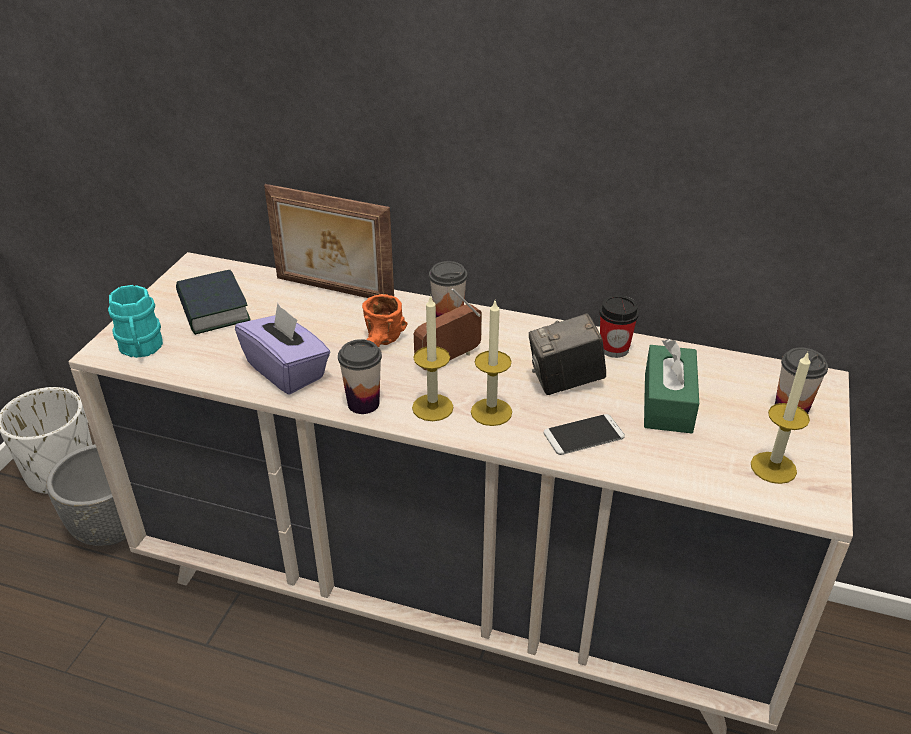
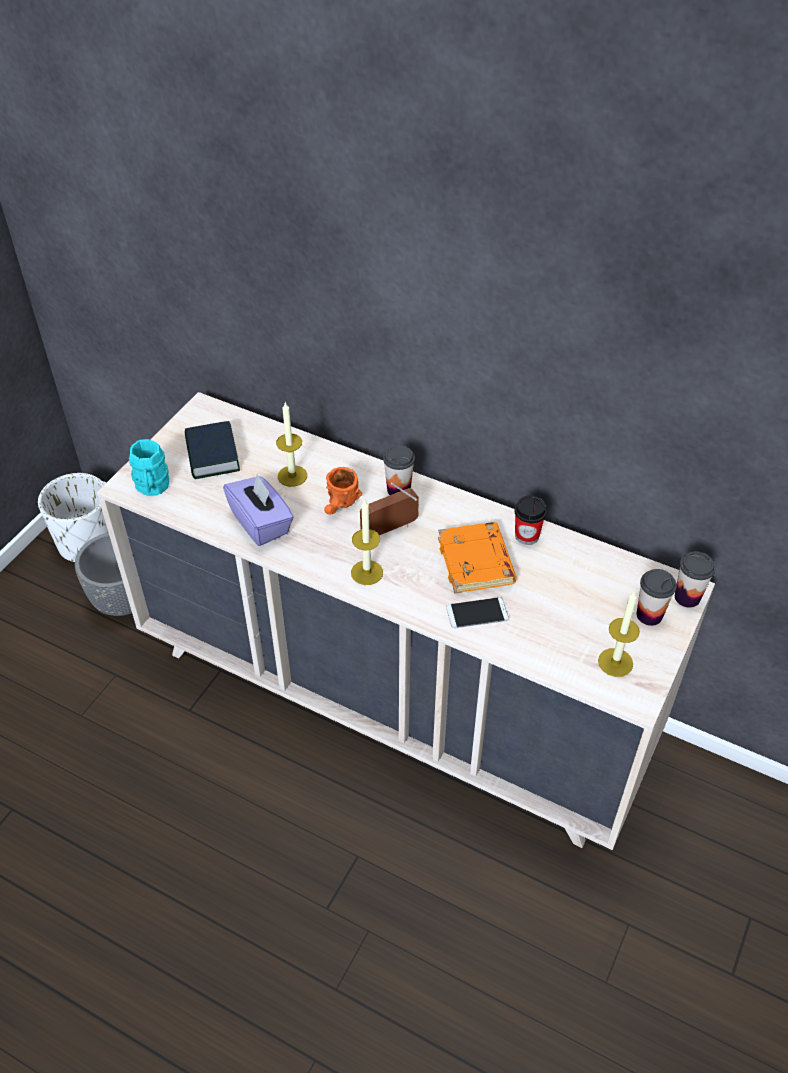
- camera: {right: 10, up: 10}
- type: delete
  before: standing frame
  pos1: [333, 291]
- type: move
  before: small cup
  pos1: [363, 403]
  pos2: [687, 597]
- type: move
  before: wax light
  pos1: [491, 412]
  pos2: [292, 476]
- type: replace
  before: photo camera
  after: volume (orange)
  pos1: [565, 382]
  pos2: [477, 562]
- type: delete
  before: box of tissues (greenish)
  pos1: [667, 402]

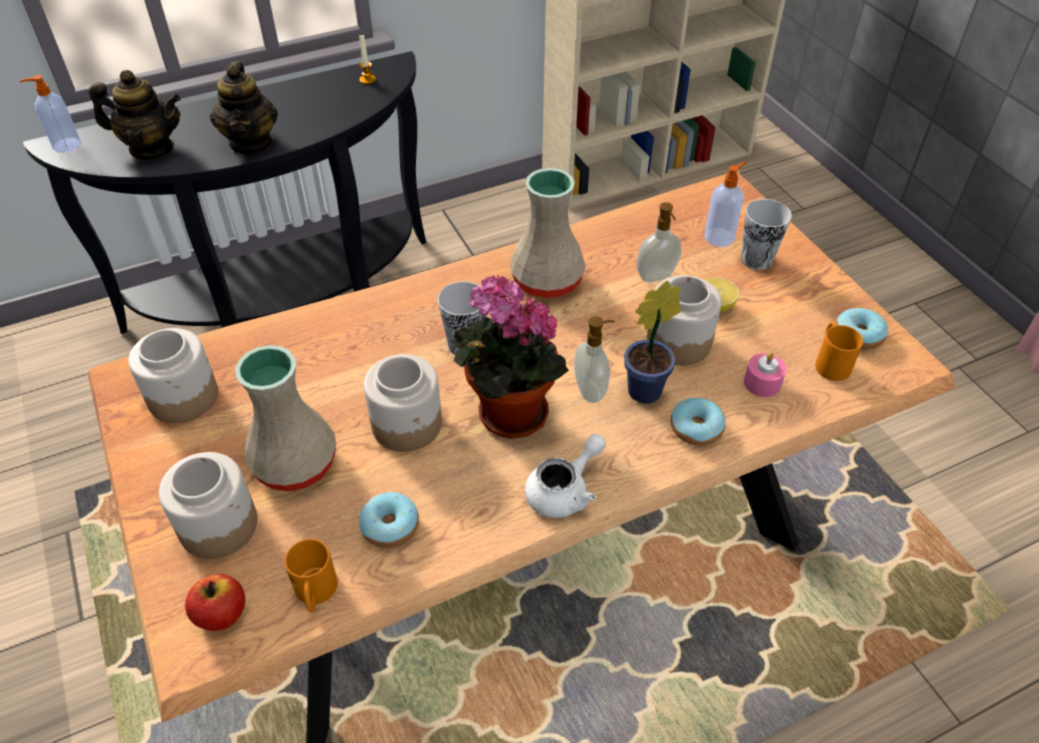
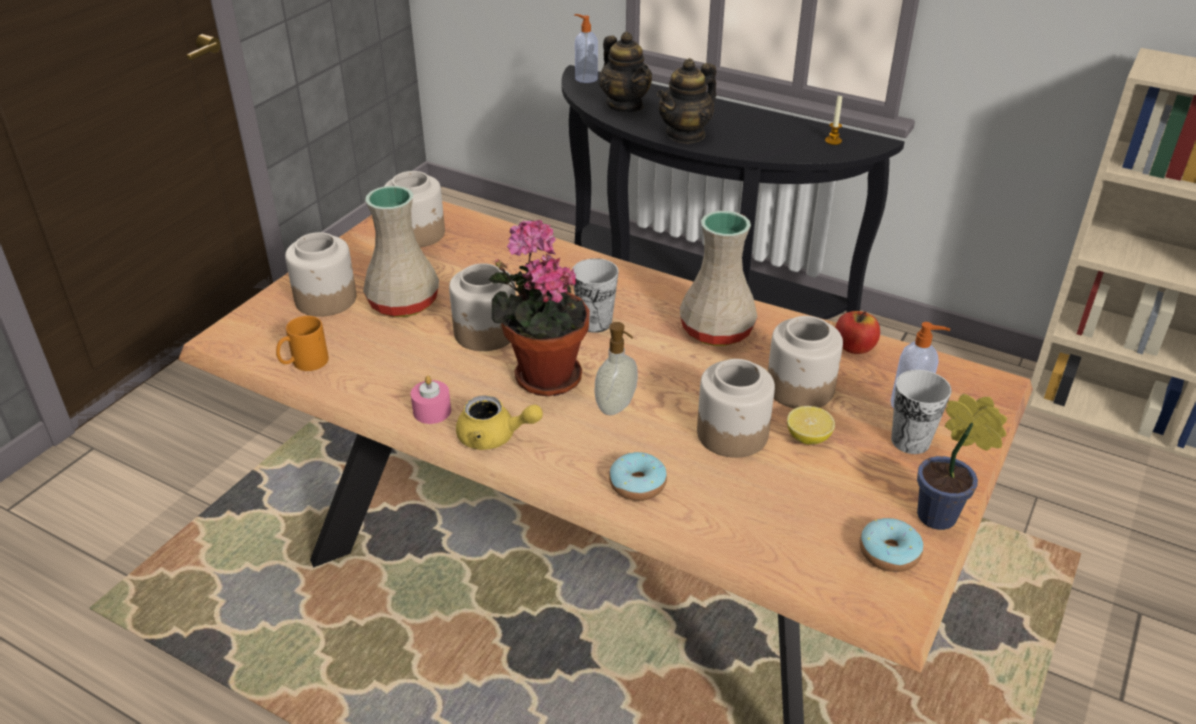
- camera: {right: 55, up: -10}
- type: move
  before: apple
  pos1: [221, 614]
  pos2: [854, 347]
- type: delete
  before: ring doughnut
  pos1: [390, 526]
- type: recolor
  before: pot for tea (whitish)
  after: pot for tea (yellowish)
  pos1: [564, 491]
  pos2: [494, 437]
- type: move
  before: plant in a pot
  pos1: [648, 389]
  pos2: [942, 518]
- type: replace
  before: soap bottle
  after: jar
  pos1: [656, 277]
  pos2: [801, 388]
- type: move
  before: wax light (pink)
  pos1: [762, 383]
  pos2: [432, 411]
- type: delete
  before: mug (orange)
  pos1: [830, 362]

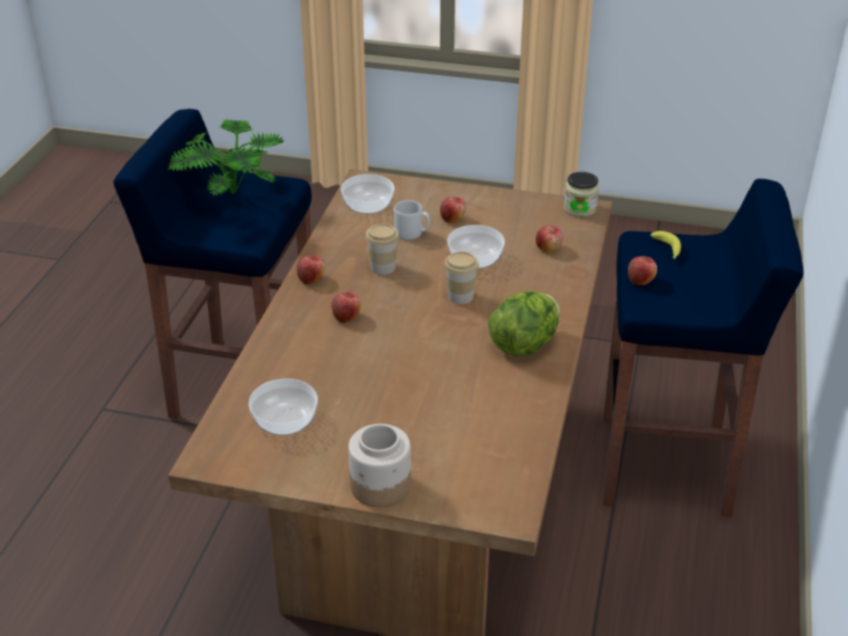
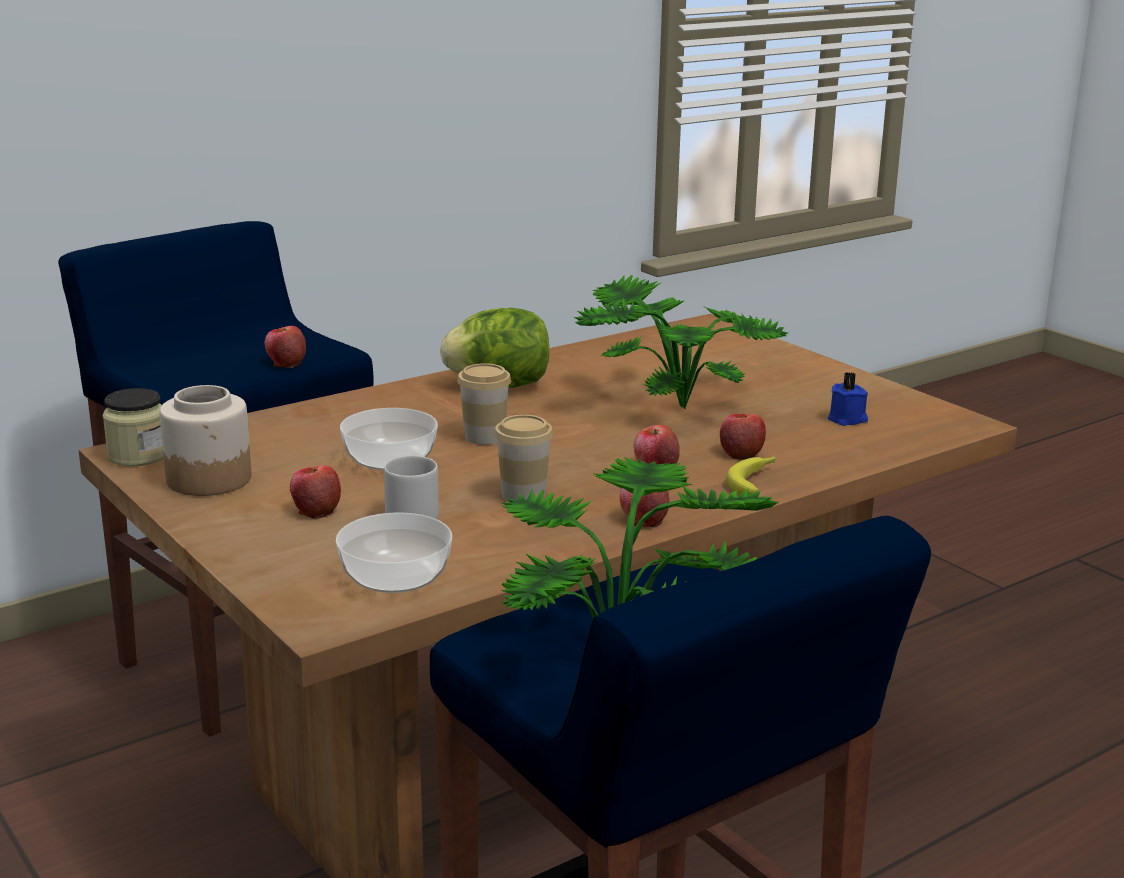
- camera: {right: -140, up: -15}
- type: replace
  before: bowl
  after: wax light (bluish)
  pos1: [284, 421]
  pos2: [848, 419]
- type: move
  before: jar
  pos1: [380, 486]
  pos2: [210, 479]
- type: move
  before: apple
  pos1: [548, 248]
  pos2: [741, 453]
- type: move
  before: banana
  pos1: [667, 250]
  pos2: [755, 481]
- type: insert
  after: plant in a pot
  pos2: [673, 404]

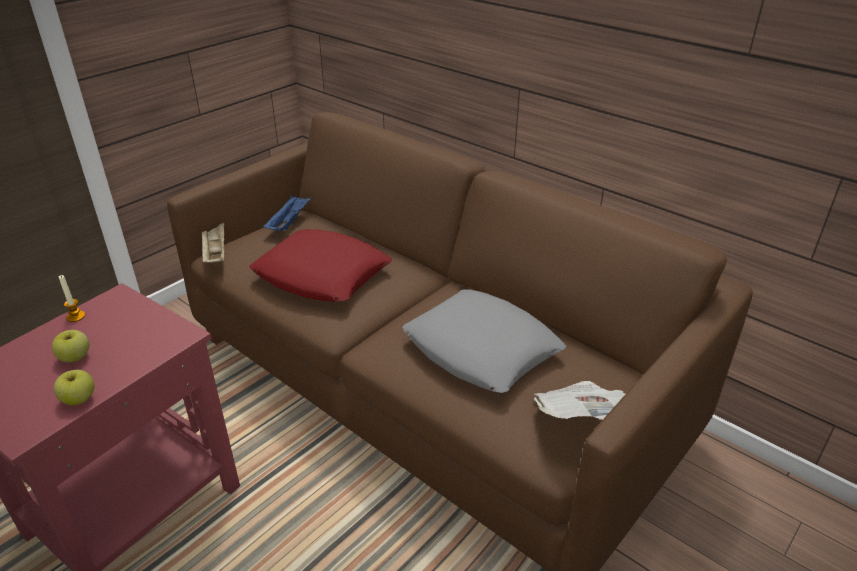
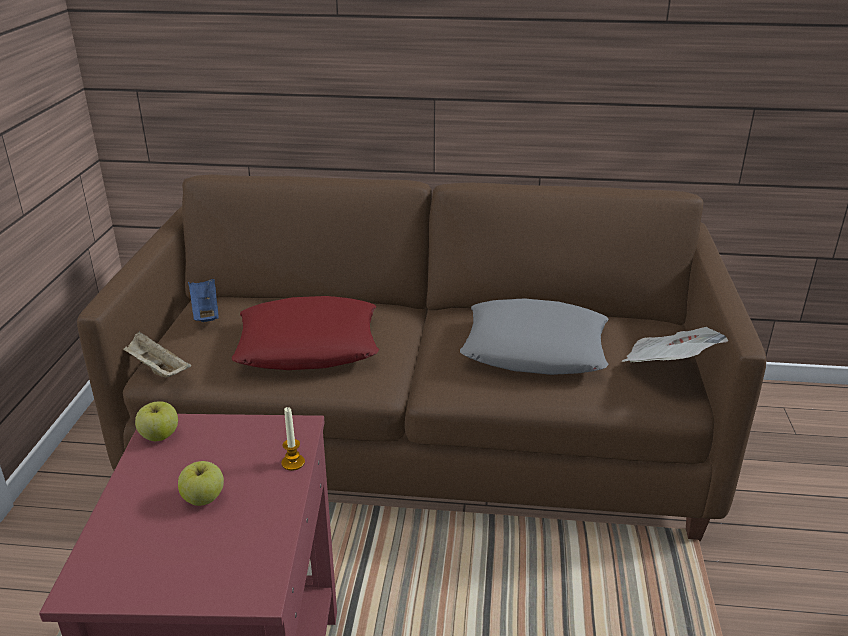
- camera: {right: -35, up: -5}
- type: move
  before: apple
  pos1: [79, 399]
  pos2: [159, 435]
- type: move
  before: wax light
  pos1: [76, 316]
  pos2: [293, 463]

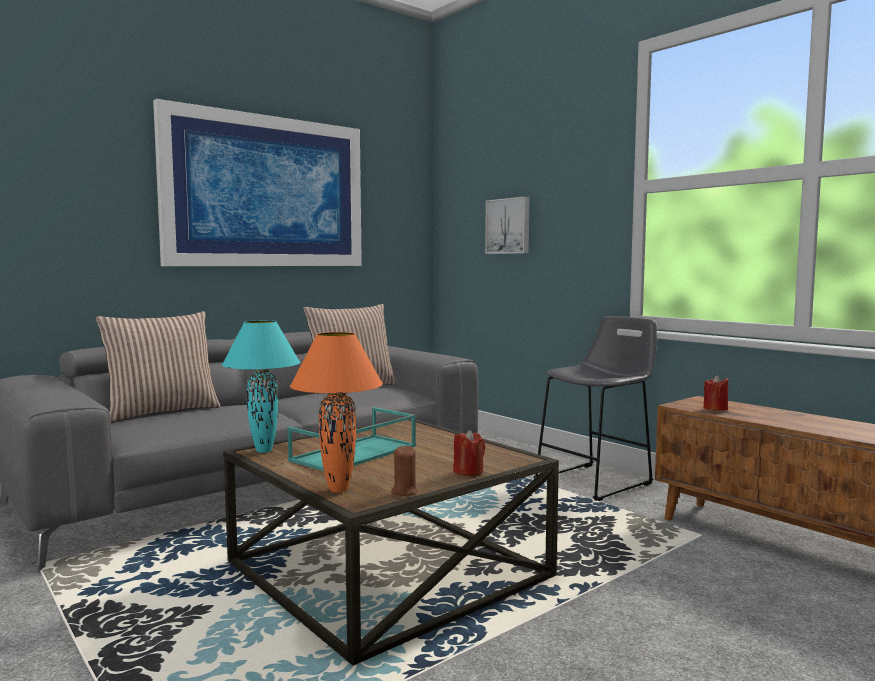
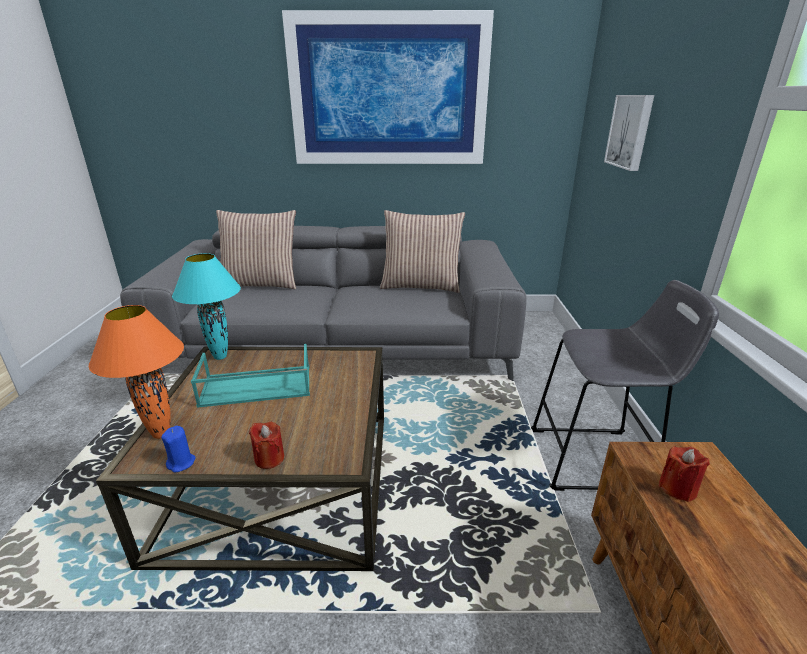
- camera: {right: 40, up: 20}
- type: recolor
  before: wax light (brown-coloured)
  after: wax light (bluish)
  pos1: [404, 491]
  pos2: [181, 463]

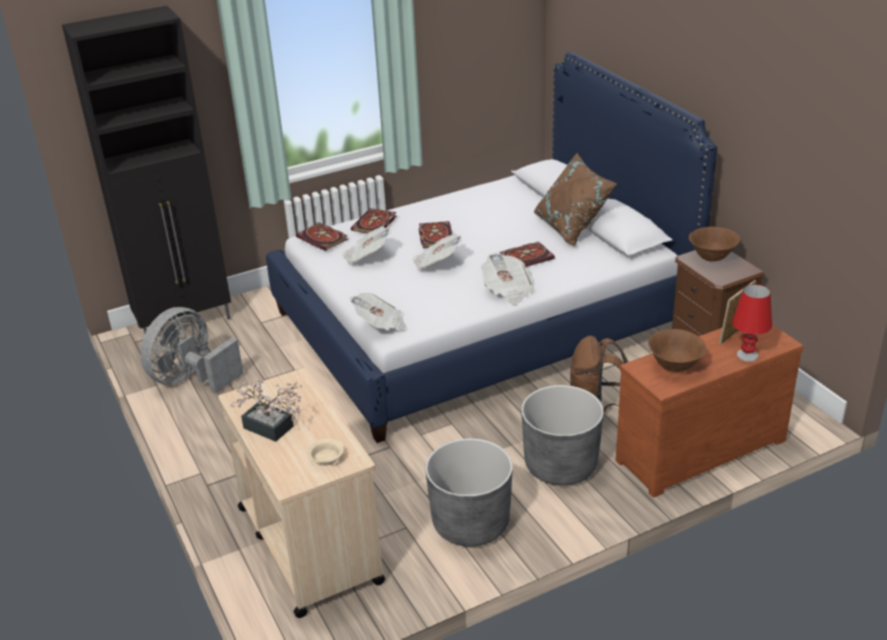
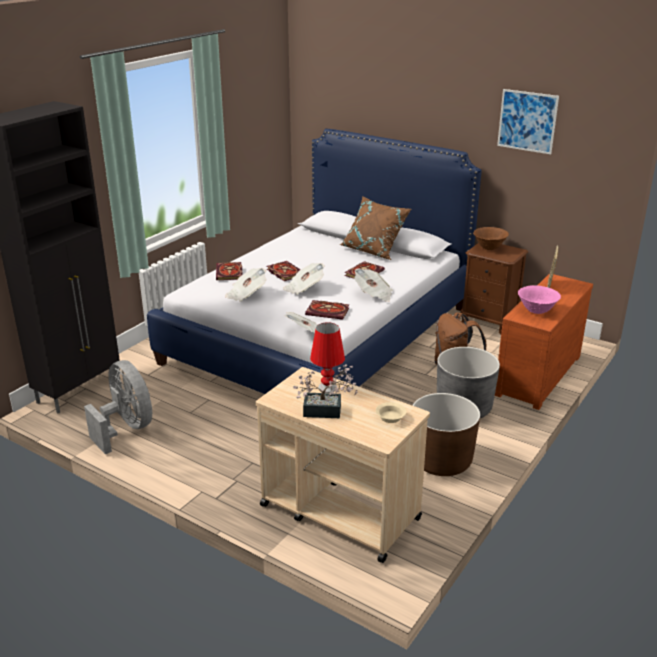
- camera: {right: -30, up: -5}
- type: rotate
  before: fan (gray)
  pos1: [192, 379]
  pos2: [126, 428]
  turn: 135
- type: move
  before: volume
  pos1: [323, 239]
  pos2: [328, 311]
- type: recolor
  before: planter (gray)
  after: planter (brown-coloured)
  pos1: [471, 523]
  pos2: [441, 461]
- type: recolor
  before: bowl (brown-coloured)
  after: bowl (pink)
  pos1: [675, 367]
  pos2: [537, 311]
- type: move
  before: tabletop lamp (red-coloured)
  pos1: [747, 355]
  pos2: [327, 387]
- type: insert
  after: wall picture
  pos2: [527, 121]

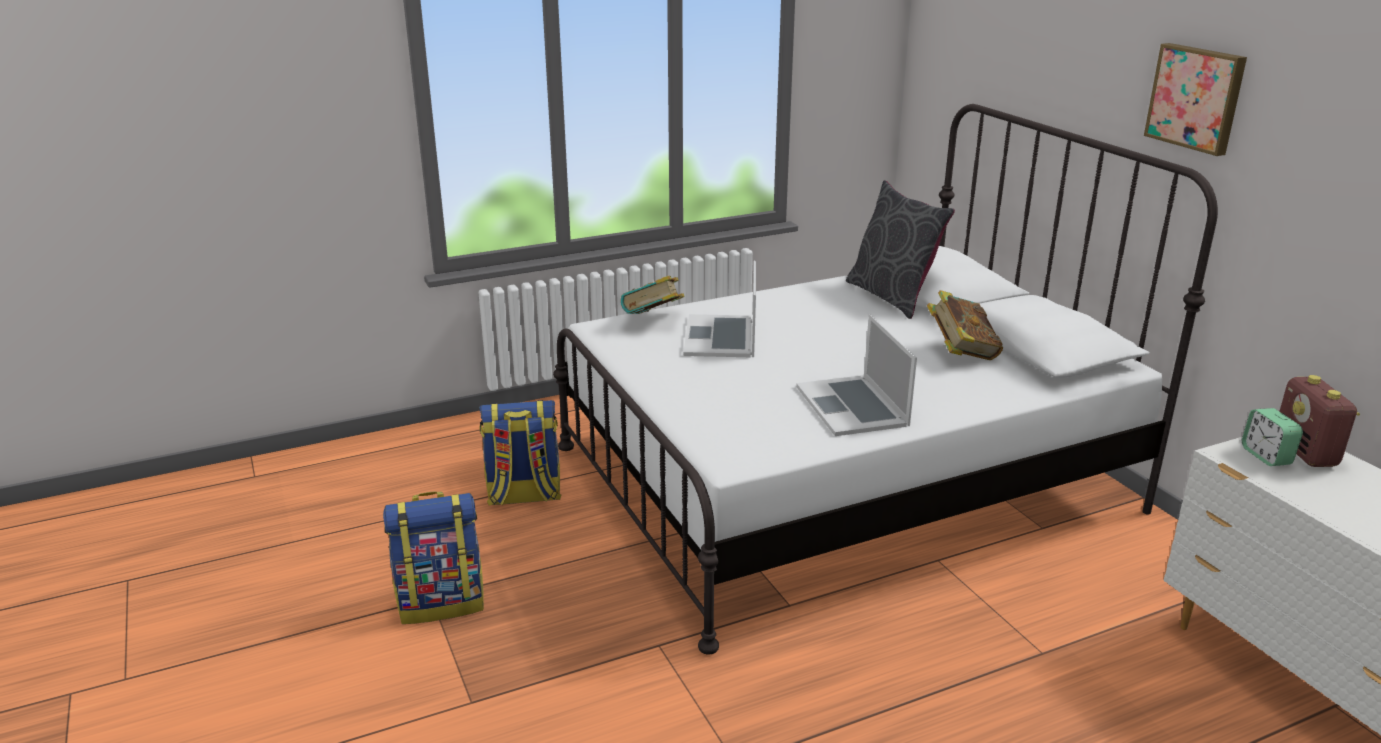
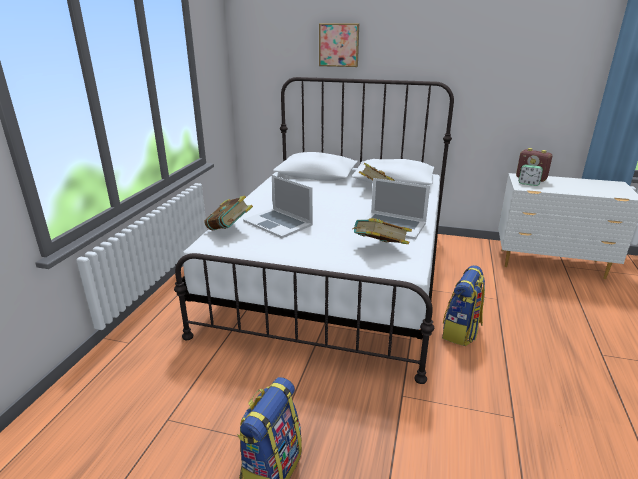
- camera: {right: -50, up: 0}
- type: move
  before: backpack
  pos1: [523, 496]
  pos2: [461, 332]
- type: delete
  before: throw pillow (gray)
  pos1: [892, 296]
- type: move
  before: wall picture
  pos1: [1196, 98]
  pos2: [339, 45]
- type: insert
  after: volume
  pos2: [379, 249]

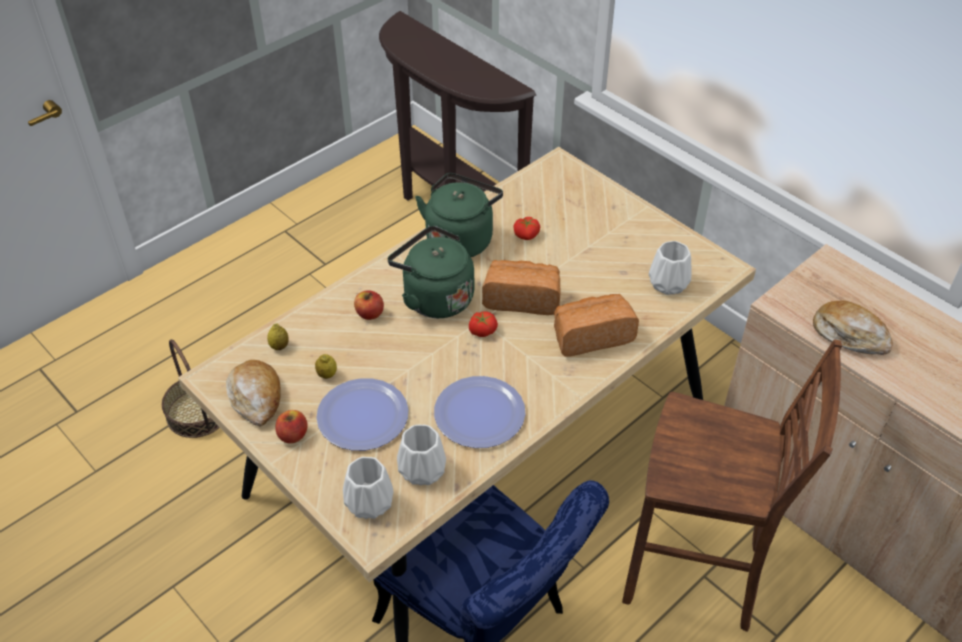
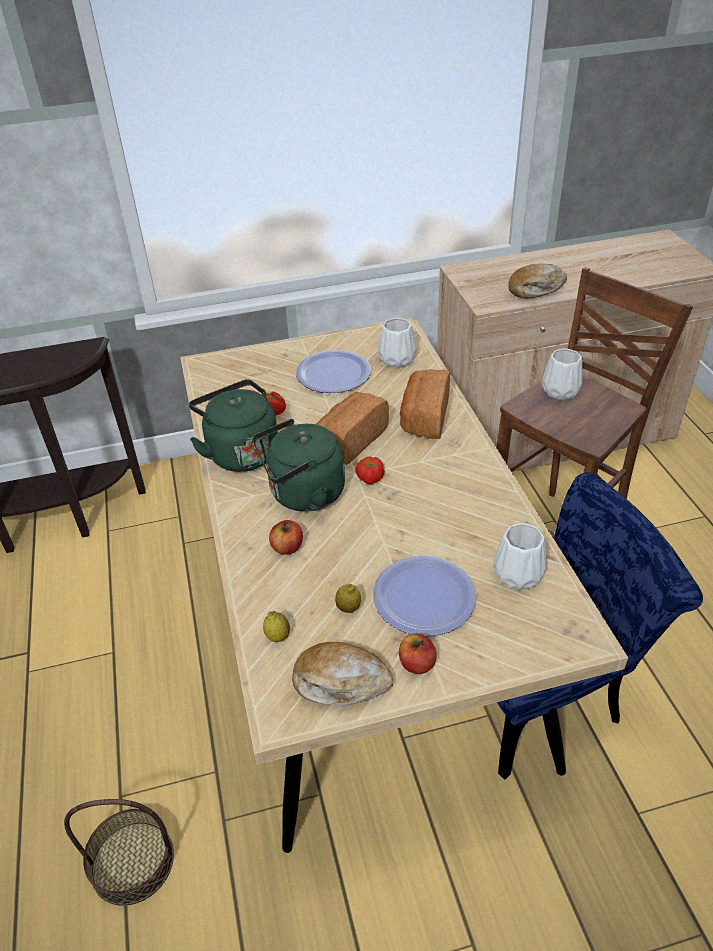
- camera: {right: -60, up: -5}
- type: move
  before: vase (whitish)
  pos1: [368, 501]
  pos2: [559, 391]
- type: move
  before: plate
  pos1: [479, 413]
  pos2: [333, 373]

